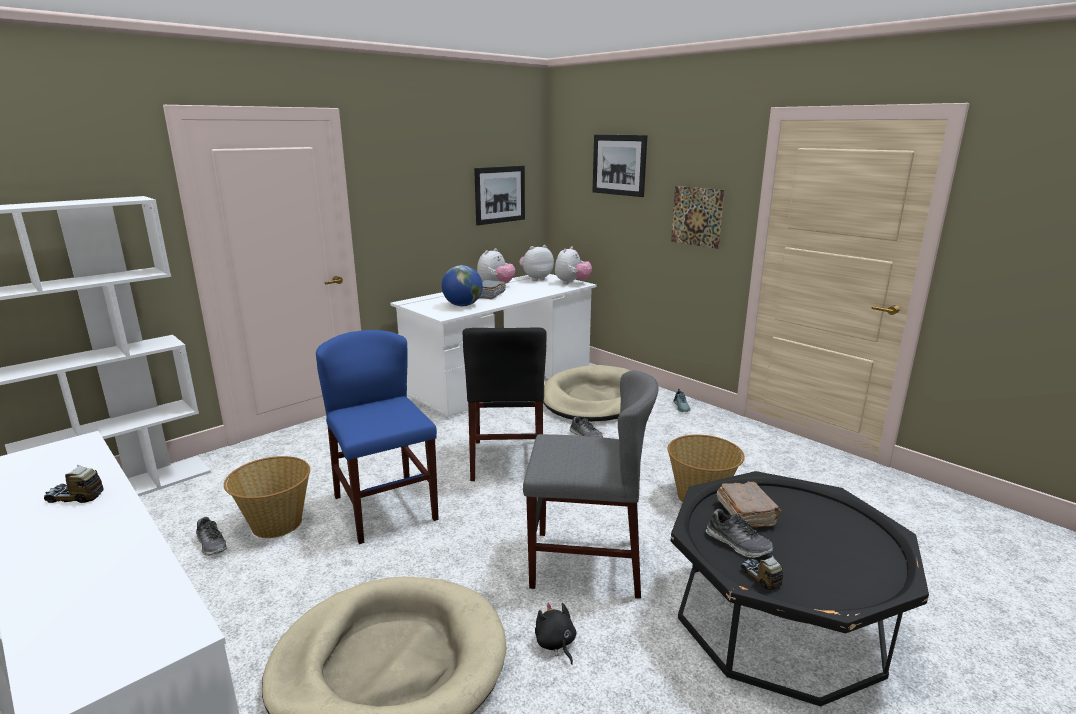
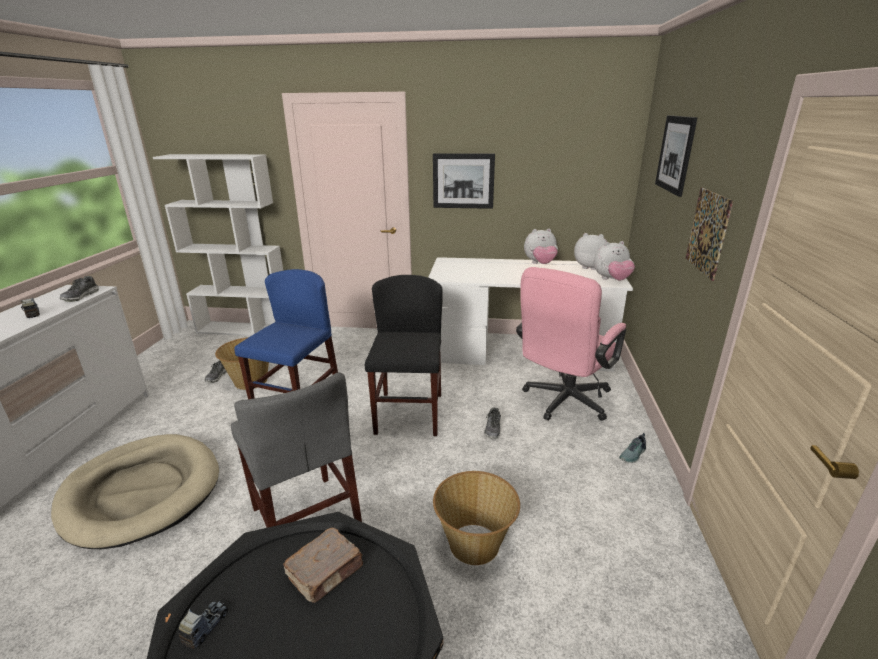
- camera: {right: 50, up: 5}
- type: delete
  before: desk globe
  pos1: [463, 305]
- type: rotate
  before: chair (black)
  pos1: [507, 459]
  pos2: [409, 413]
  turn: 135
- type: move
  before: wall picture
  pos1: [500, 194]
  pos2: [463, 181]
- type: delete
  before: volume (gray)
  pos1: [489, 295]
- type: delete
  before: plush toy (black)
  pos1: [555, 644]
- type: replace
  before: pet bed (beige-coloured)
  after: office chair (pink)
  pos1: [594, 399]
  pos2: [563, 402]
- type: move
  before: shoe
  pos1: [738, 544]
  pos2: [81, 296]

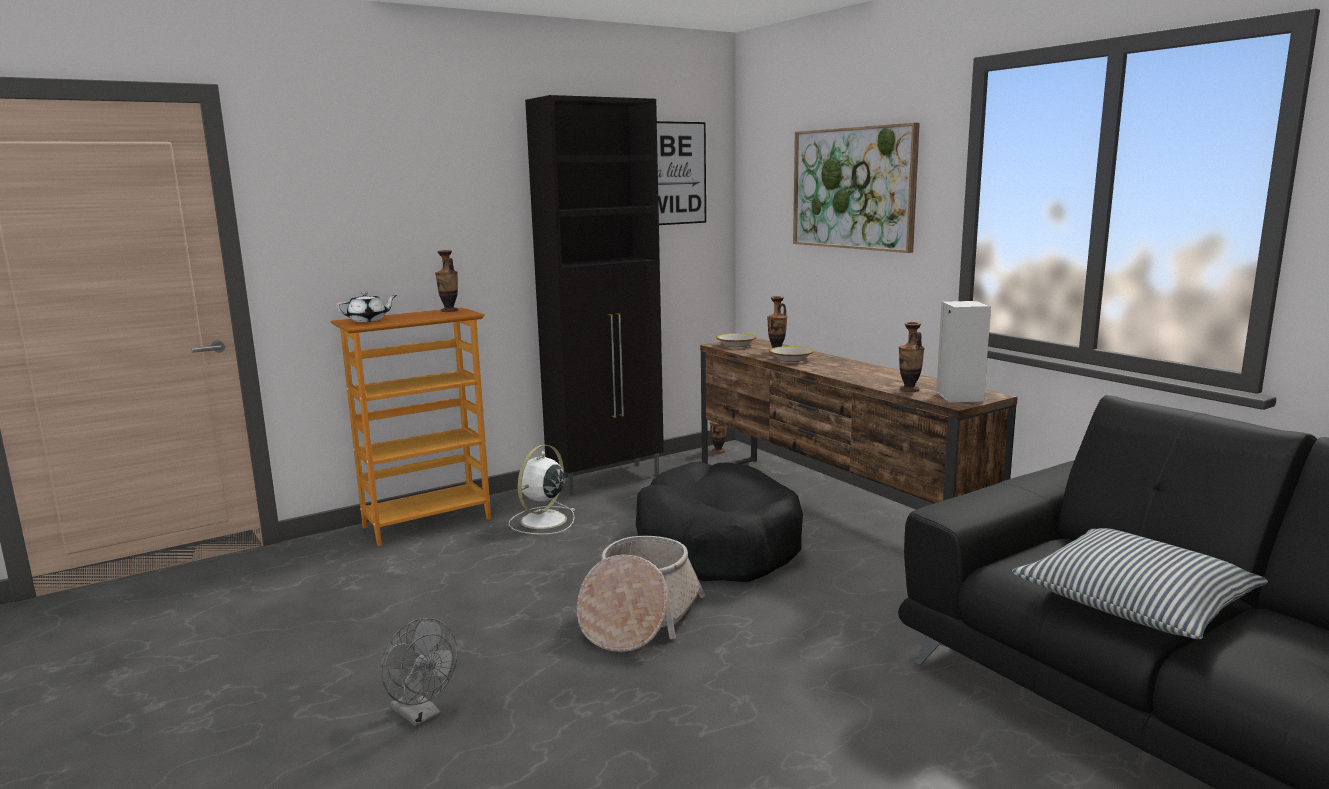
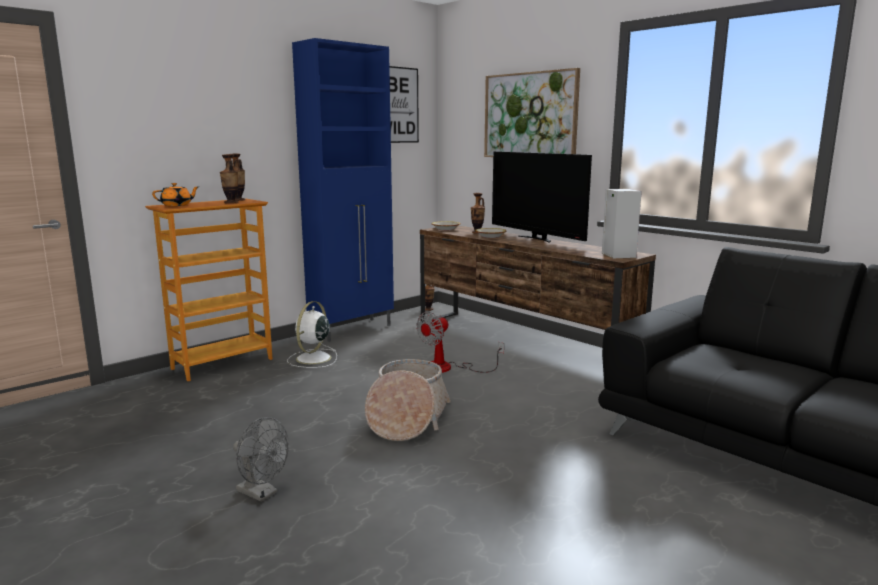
- camera: {right: -10, up: 0}
- type: recolor
  before: pot for tea (whitish)
  after: pot for tea (orange)
  pos1: [368, 320]
  pos2: [177, 205]
- type: recolor
  before: storage cabinet (black)
  after: storage cabinet (bluish)
  pos1: [607, 479]
  pos2: [353, 329]
- type: replace
  before: pet bed (black)
  after: fan
  pos1: [717, 544]
  pos2: [448, 368]
- type: move
  before: vase
  pos1: [909, 390]
  pos2: [231, 203]
- type: delete
  before: throw pillow
  pos1: [1134, 601]
- type: insert
  after: TV
  pos2: [537, 239]

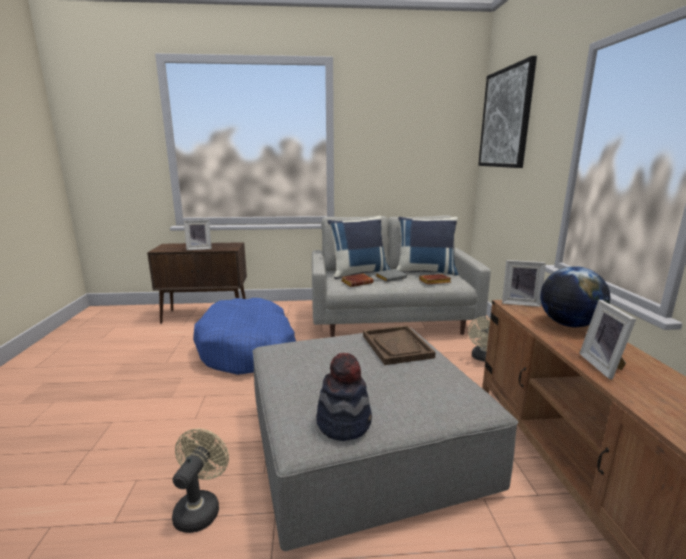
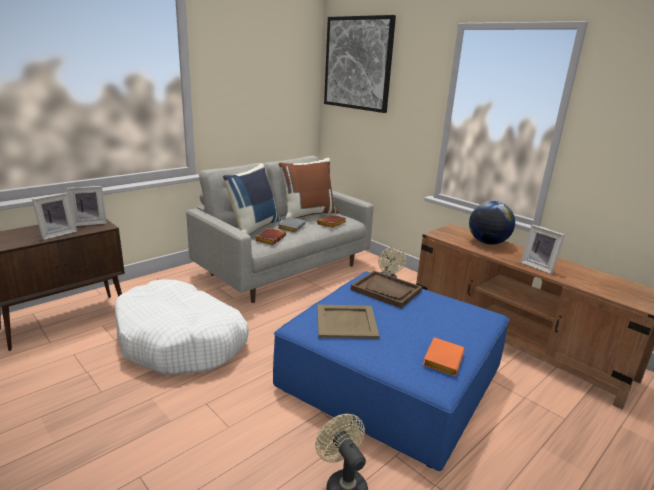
- camera: {right: -40, up: 5}
- type: recolor
  before: pet bed (bluish)
  after: pet bed (whitish)
  pos1: [248, 349]
  pos2: [181, 341]
- type: recolor
  before: ottoman (gray)
  after: ottoman (bluish)
  pos1: [363, 445]
  pos2: [390, 380]
- type: replace
  before: hat
  after: volume (orange)
  pos1: [344, 422]
  pos2: [442, 359]
- type: recolor
  before: throw pillow (bluish)
  after: throw pillow (brown-coloured)
  pos1: [425, 271]
  pos2: [308, 214]
- type: move
  before: standing frame
  pos1: [520, 302]
  pos2: [90, 223]
- type: insert
  after: carrying tray (beige-coloured)
  pos2: [347, 321]

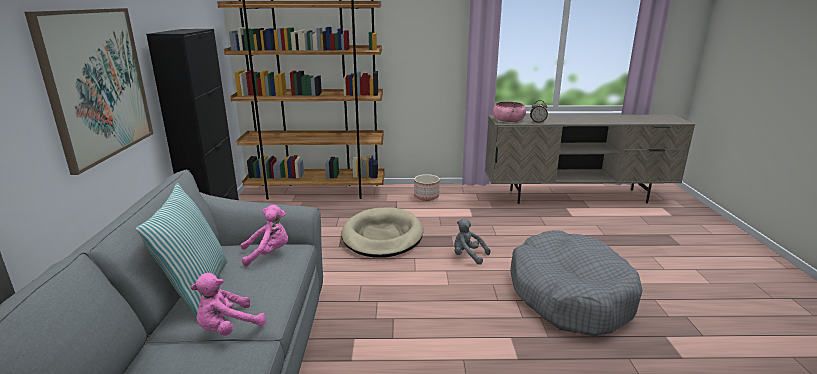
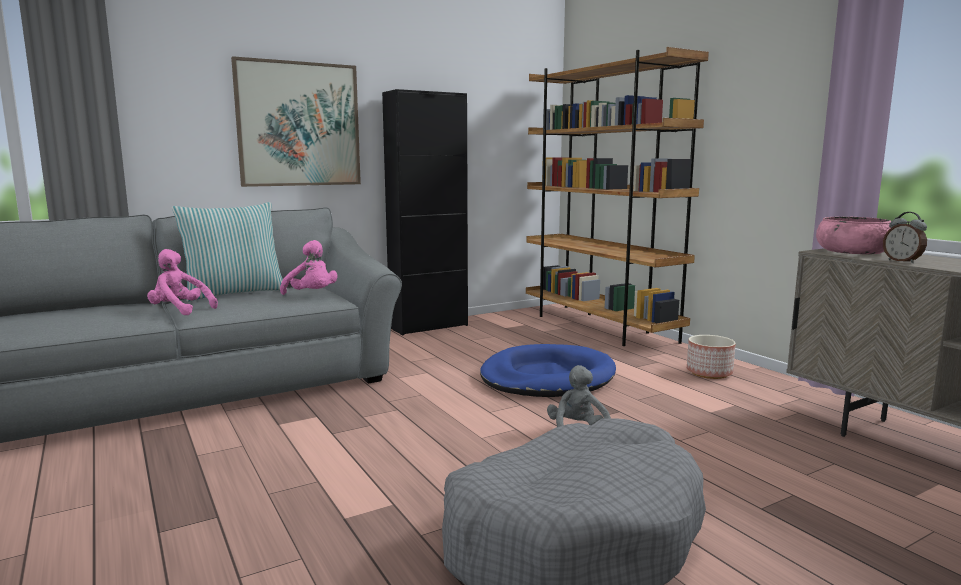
- camera: {right: 60, up: -10}
- type: recolor
  before: pet bed (beige-coloured)
  after: pet bed (bluish)
  pos1: [382, 236]
  pos2: [547, 377]

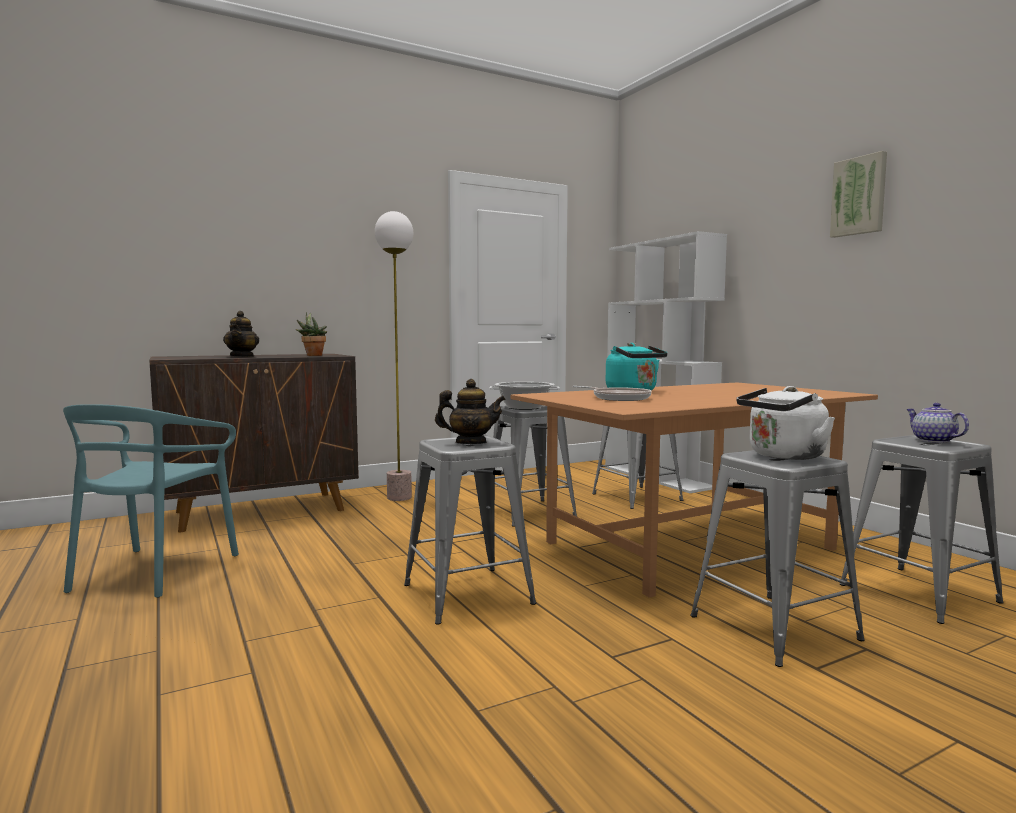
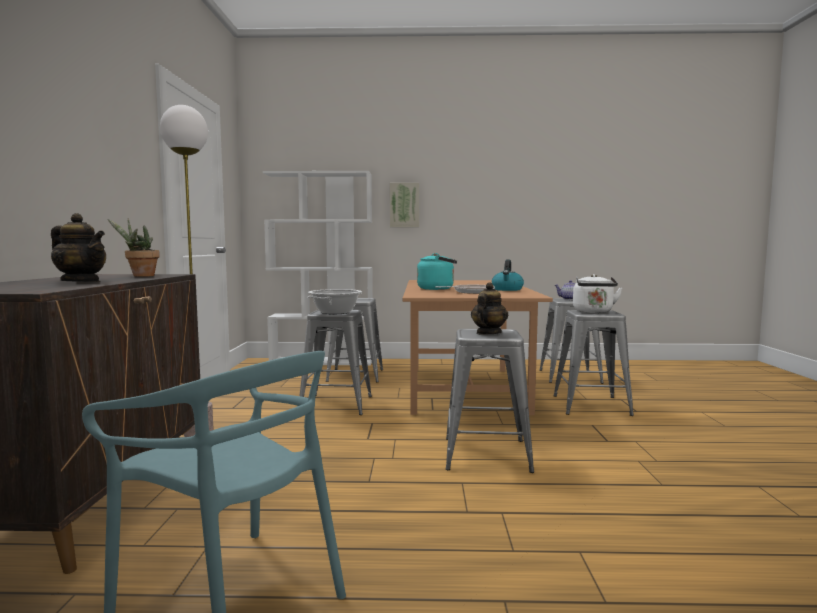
- camera: {right: -60, up: 0}
- type: move
  before: wall picture
  pos1: [859, 196]
  pos2: [404, 205]
- type: insert
  after: water kettle
  pos2: [507, 289]

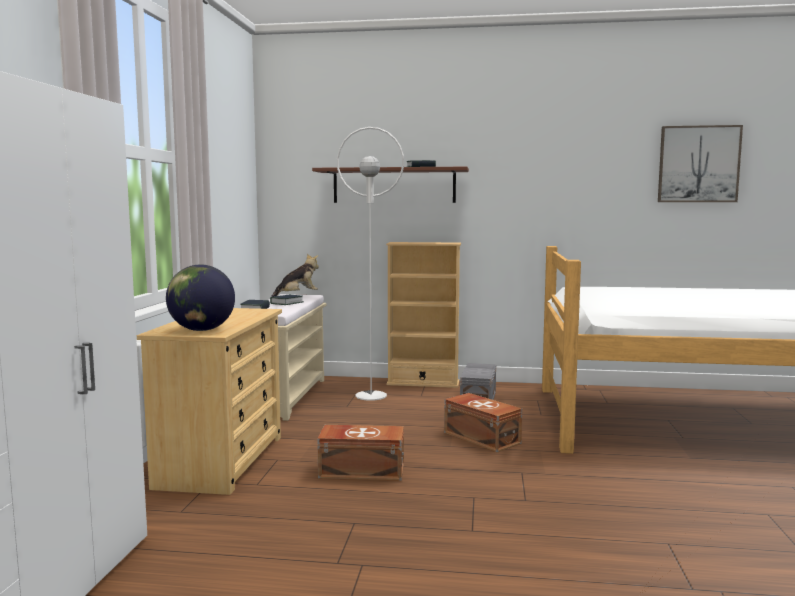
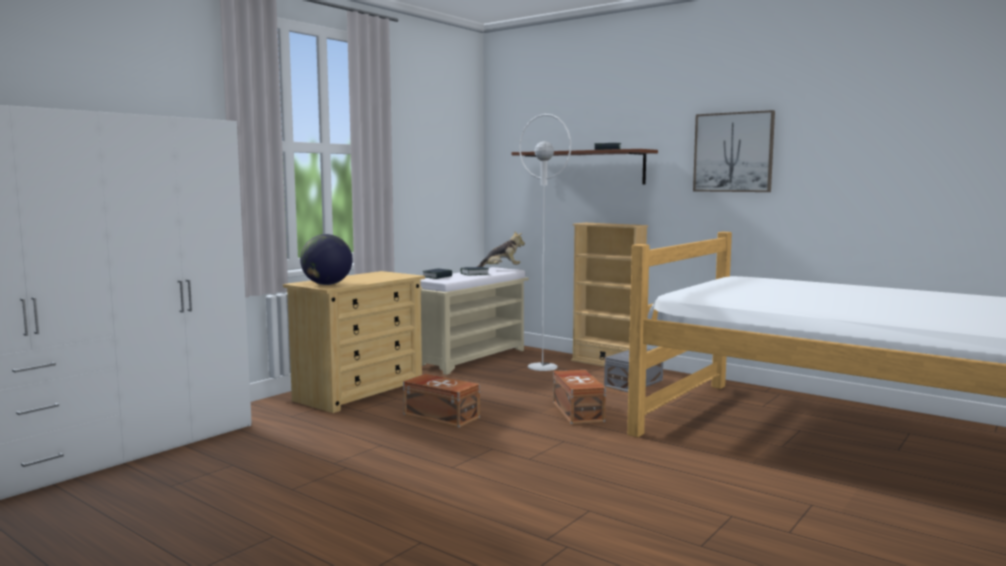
- camera: {right: 30, up: 0}
- type: move
  before: wall picture
  pos1: [698, 164]
  pos2: [733, 152]

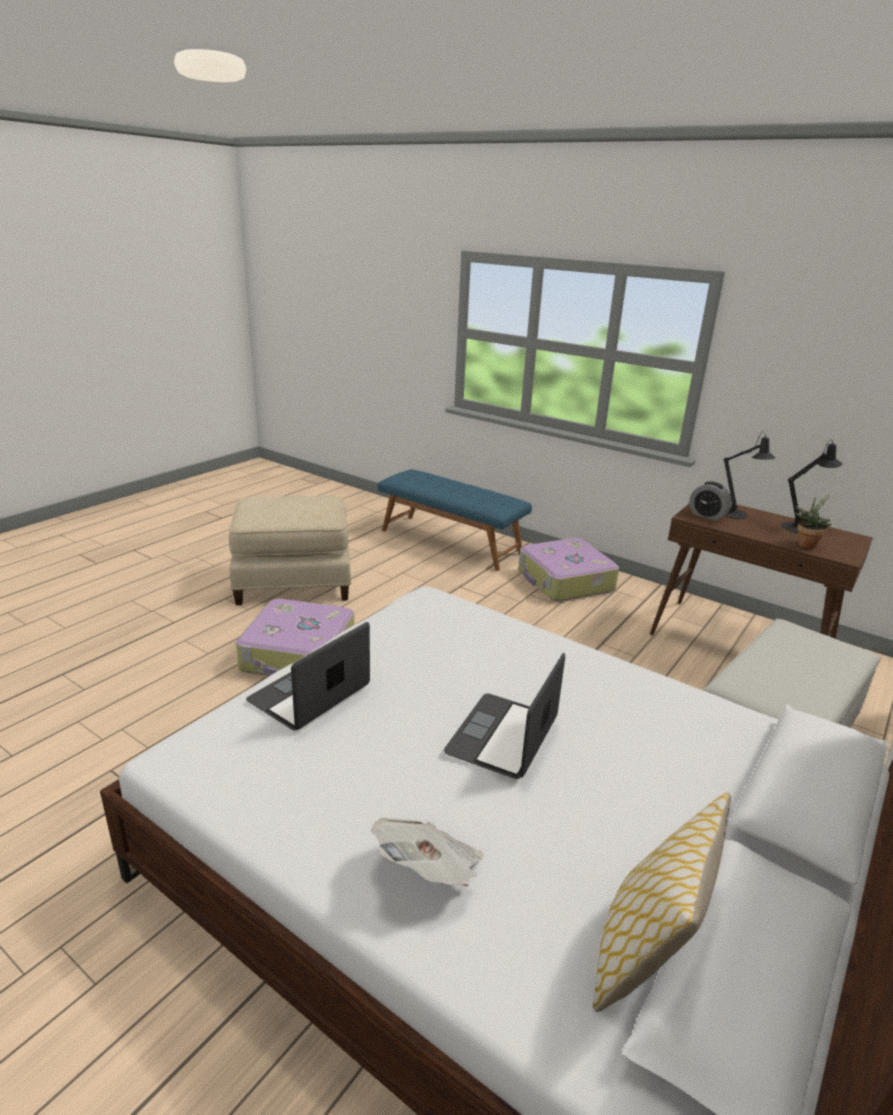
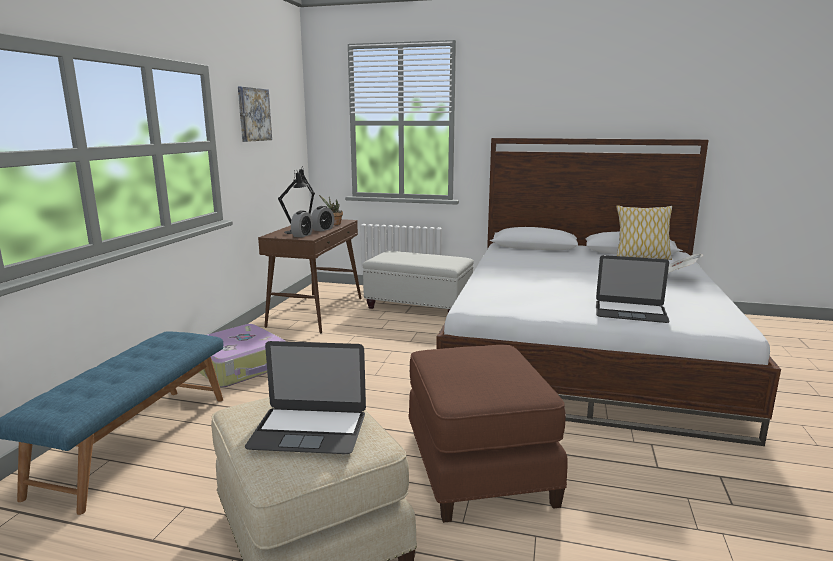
- camera: {right: -110, up: -10}
- type: replace
  before: piece of luggage
  after: ottoman (brown-coloured)
  pos1: [299, 655]
  pos2: [476, 468]
- type: move
  before: notebook computer
  pos1: [503, 735]
  pos2: [309, 430]
- type: insert
  after: wall picture
  pos2: [253, 114]
- type: insert
  after: table clock
  pos2: [323, 229]

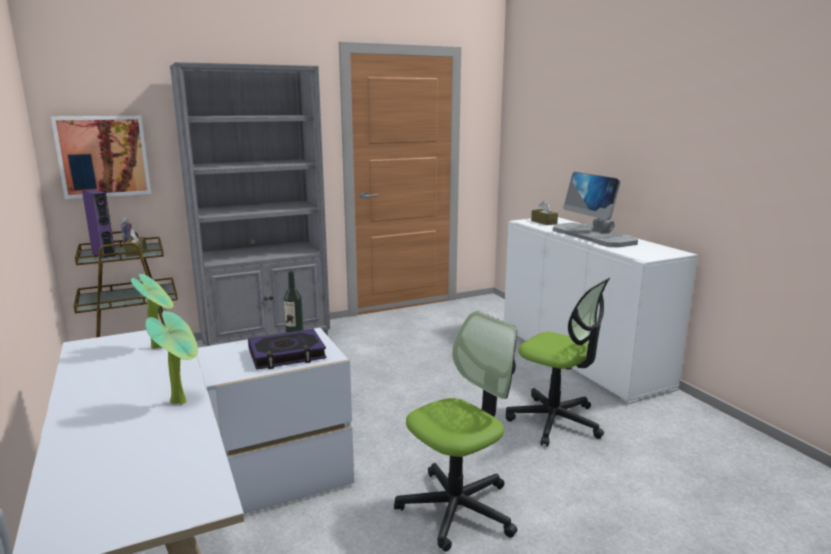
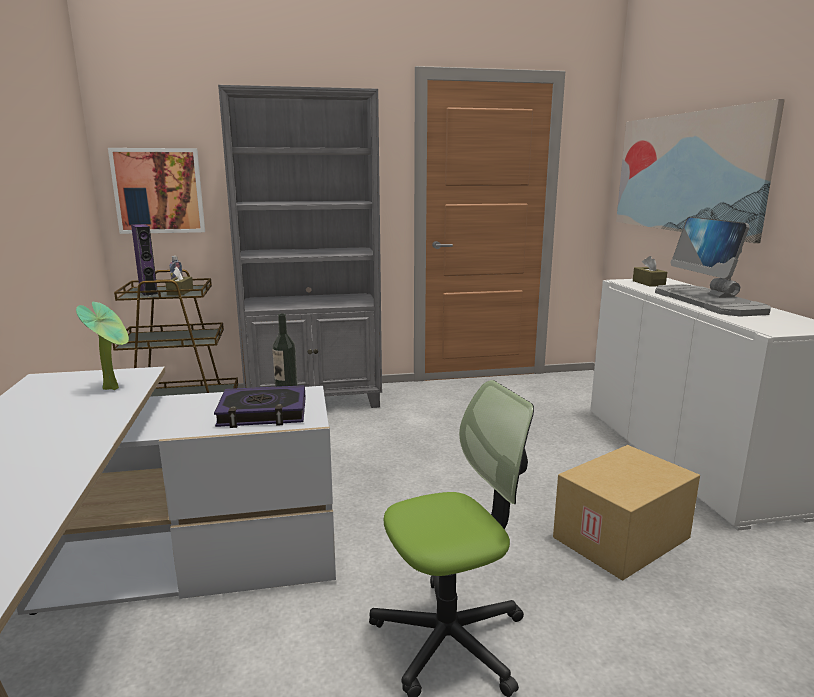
- camera: {right: 15, up: 0}
- type: delete
  before: plant in a pot
  pos1: [182, 401]
- type: replace
  before: office chair
  after: packing box
  pos1: [555, 421]
  pos2: [622, 539]
- type: insert
  after: wall picture
  pos2: [685, 173]

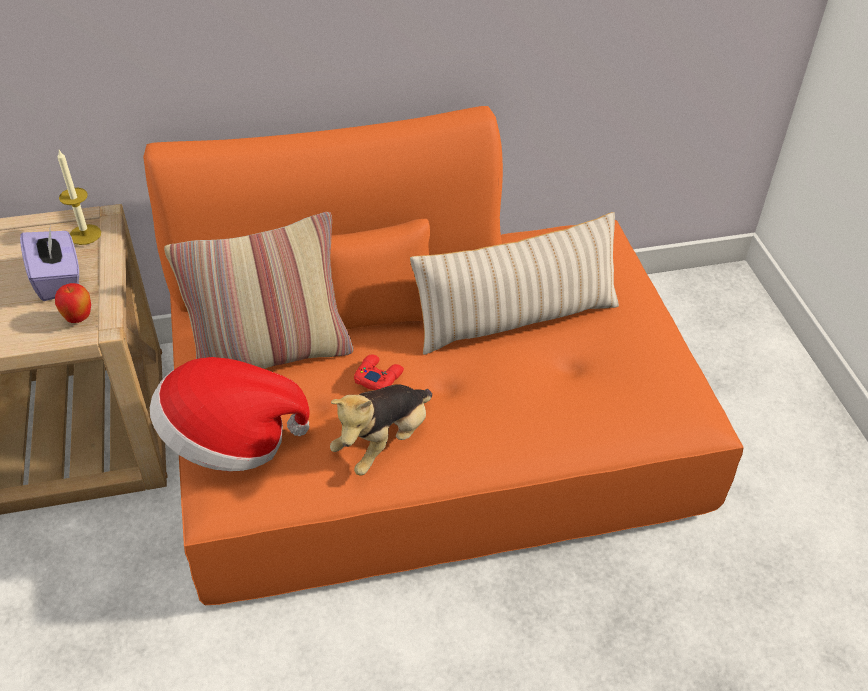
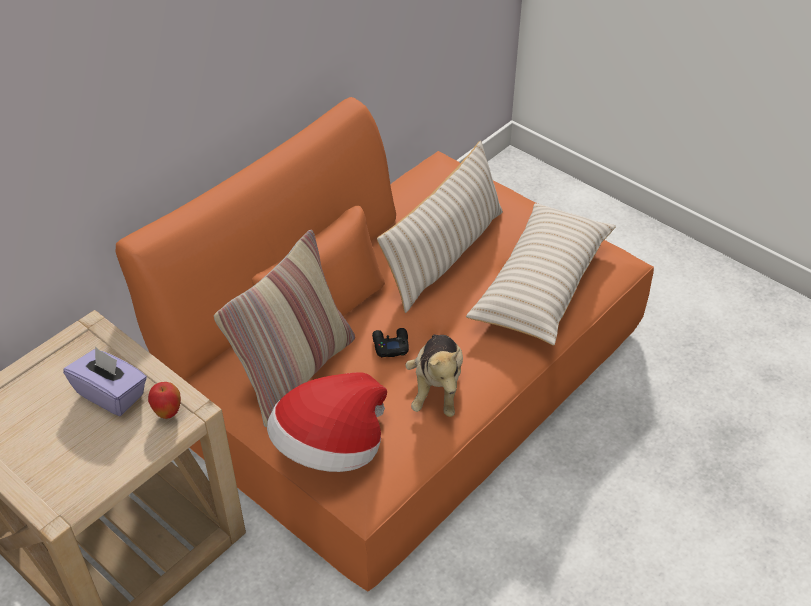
- camera: {right: -35, up: 0}
- type: delete
  before: wax light
  pos1: [85, 234]
- type: recolor
  before: gamepad (red-coloured)
  after: gamepad (black)
  pos1: [378, 377]
  pos2: [390, 345]
- type: insert
  after: throw pillow (beige-coloured)
  pos2: [541, 285]

